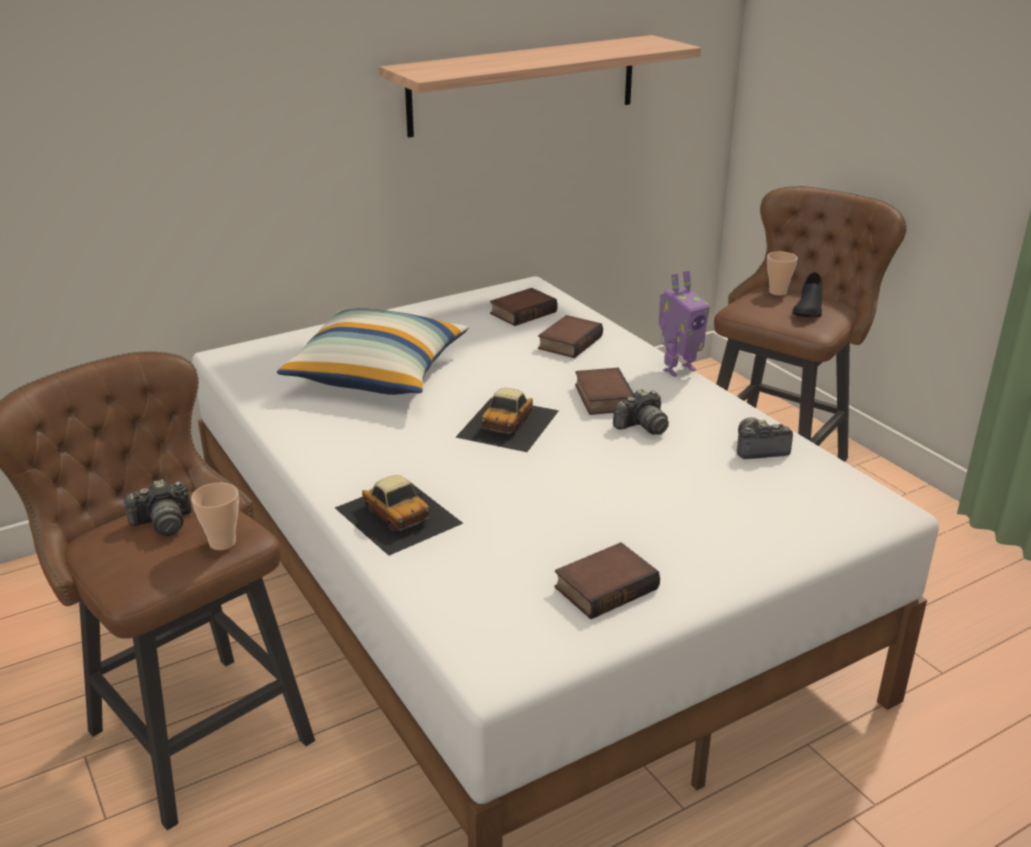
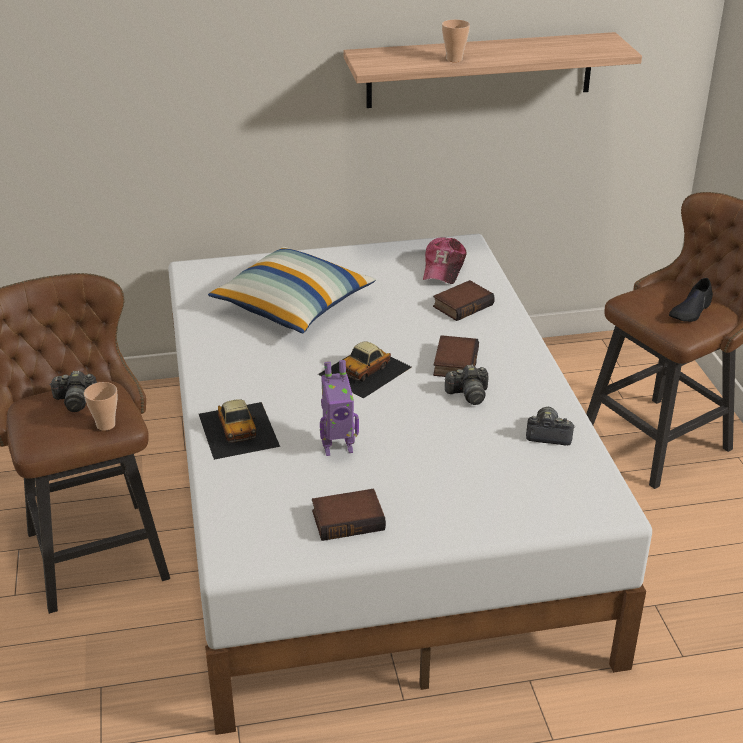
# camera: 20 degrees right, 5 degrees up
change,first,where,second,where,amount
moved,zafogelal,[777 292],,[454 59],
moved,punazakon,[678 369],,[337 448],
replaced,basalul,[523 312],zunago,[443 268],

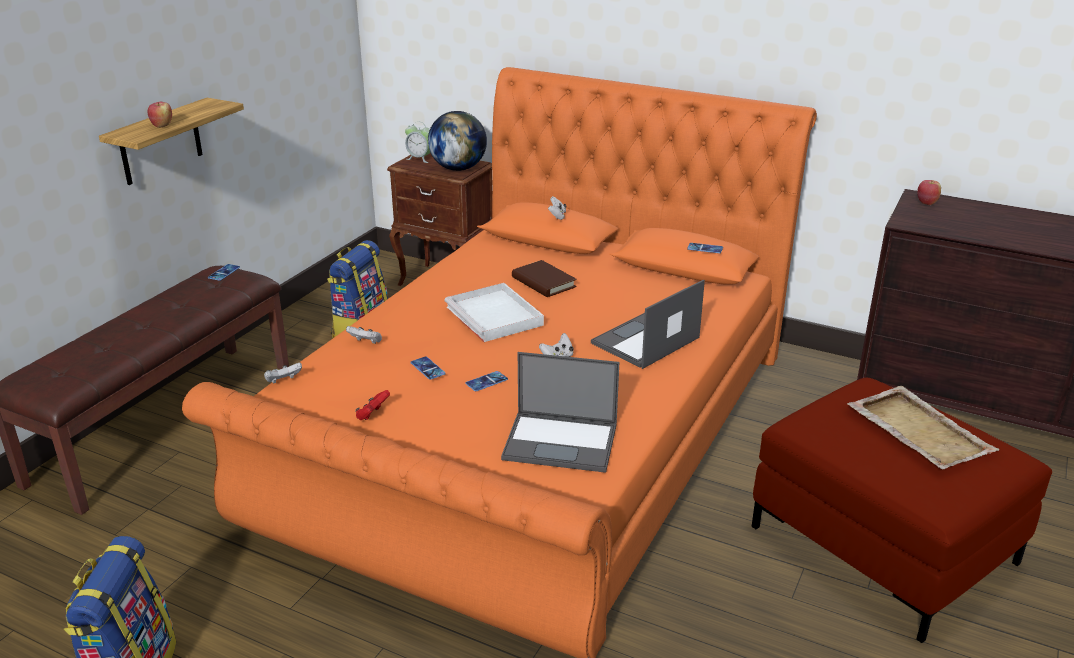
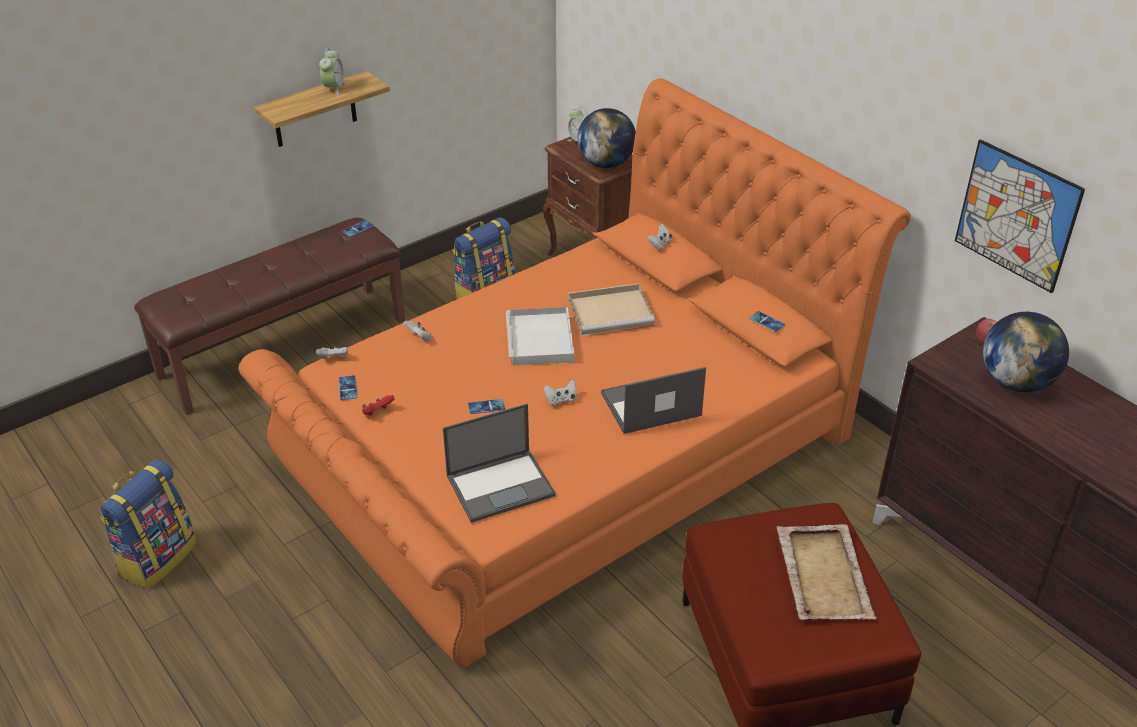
# camera: 25 degrees right, 10 degrees up
change,first,where,second,where,amount
removed,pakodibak,[162 126],,,
replaced,brown_basalul,[543 282],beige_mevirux,[612 312],
turned,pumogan,[562 442],,[501 485],60 degrees counterclockwise
moved,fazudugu,[427 368],,[348 388],
added,,,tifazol,[334 88],
added,,,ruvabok,[1016 215],
added,,,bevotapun,[1016 382],

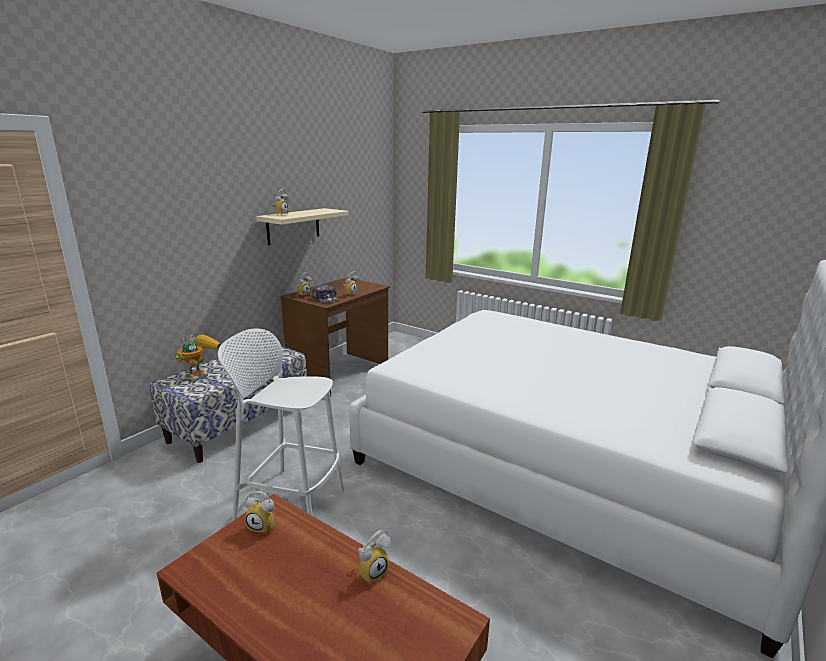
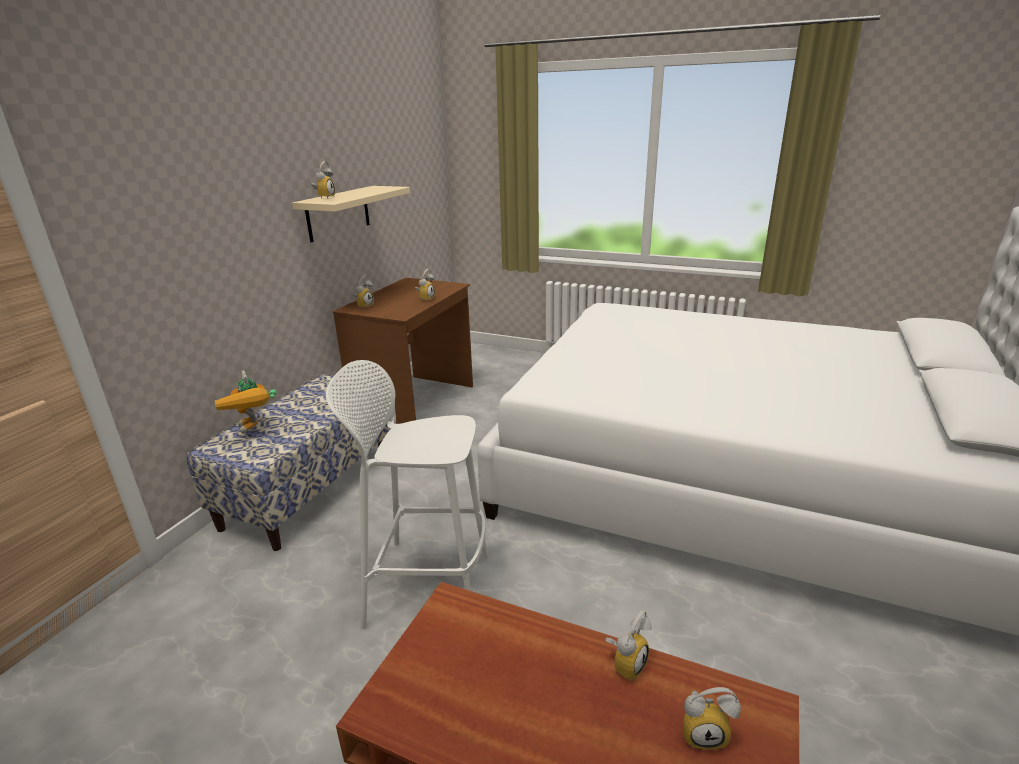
# camera: 10 degrees left, 5 degrees up
change,first,where,second,where,amount
removed,zunago,[325 299],,,
turned,punazakon,[201 373],,[255 430],135 degrees clockwise
moved,tifazol,[264 525],,[704 732],

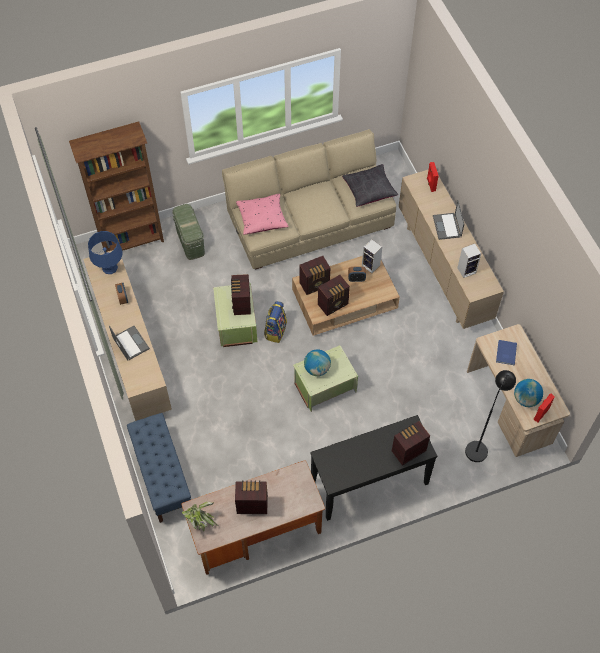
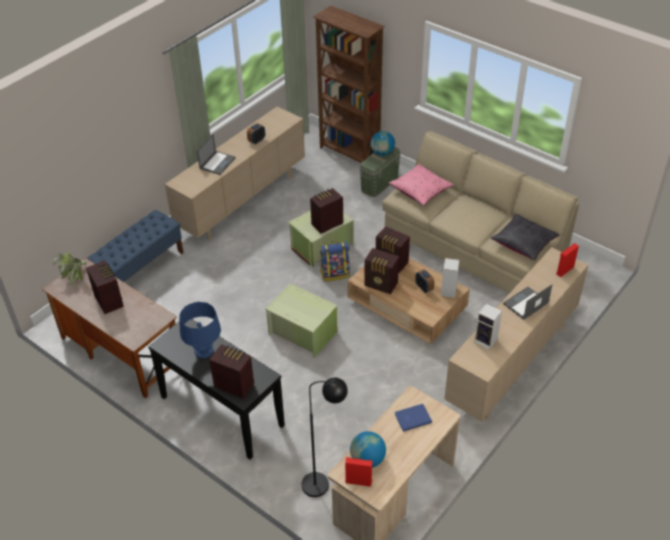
# camera: 60 degrees right, 15 degrees down
change,first,where,second,where,amount
moved,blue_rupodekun,[109 267],,[203 351],
moved,bevotapun,[317 369],,[382 153],

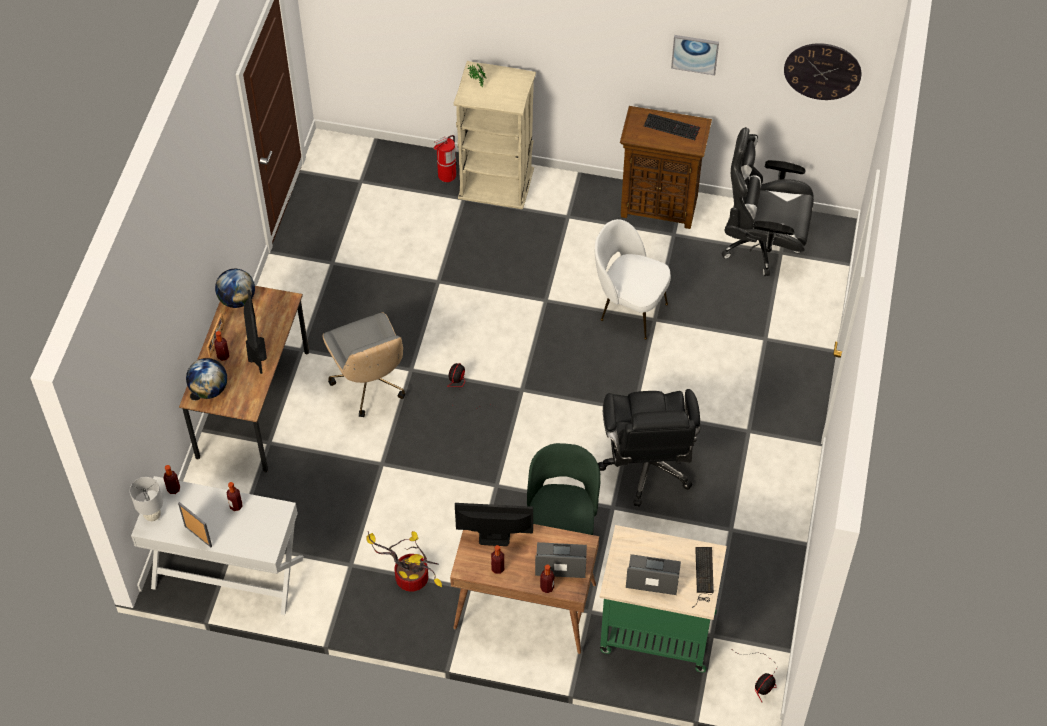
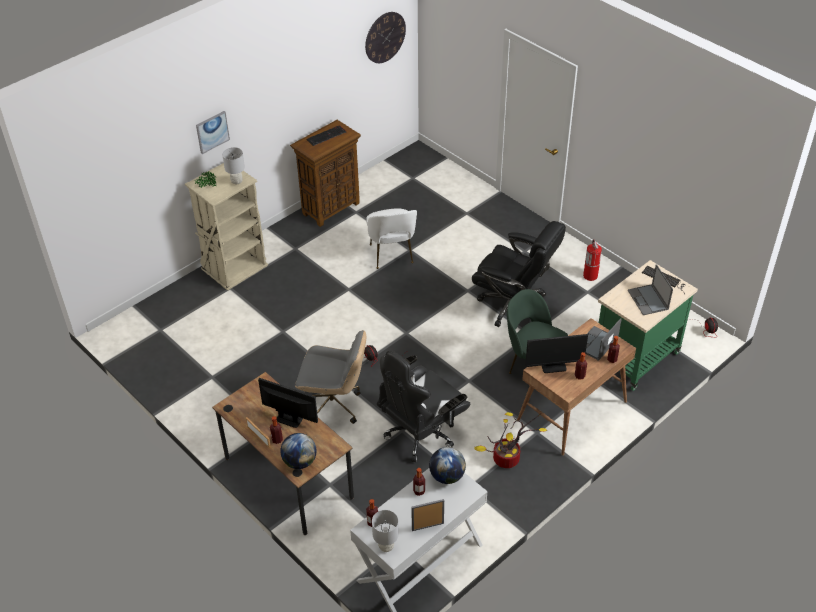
# camera: 55 degrees left, 10 degrees down
change,first,where,second,where,amount
moved,ruvabok,[695 54],,[212 132],
moved,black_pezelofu,[764 245],,[423 431],
moved,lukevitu,[447 175],,[590 276],
turned,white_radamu,[628 309],,[392 257],75 degrees counterclockwise
moved,bevotapun,[237 300],,[447 476],
turned,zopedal,[494 537],,[553 366],135 degrees counterclockwise
turned,pumogan,[652 575],,[648 300],60 degrees counterclockwise
added,,,grey_rupodekun,[237 182],

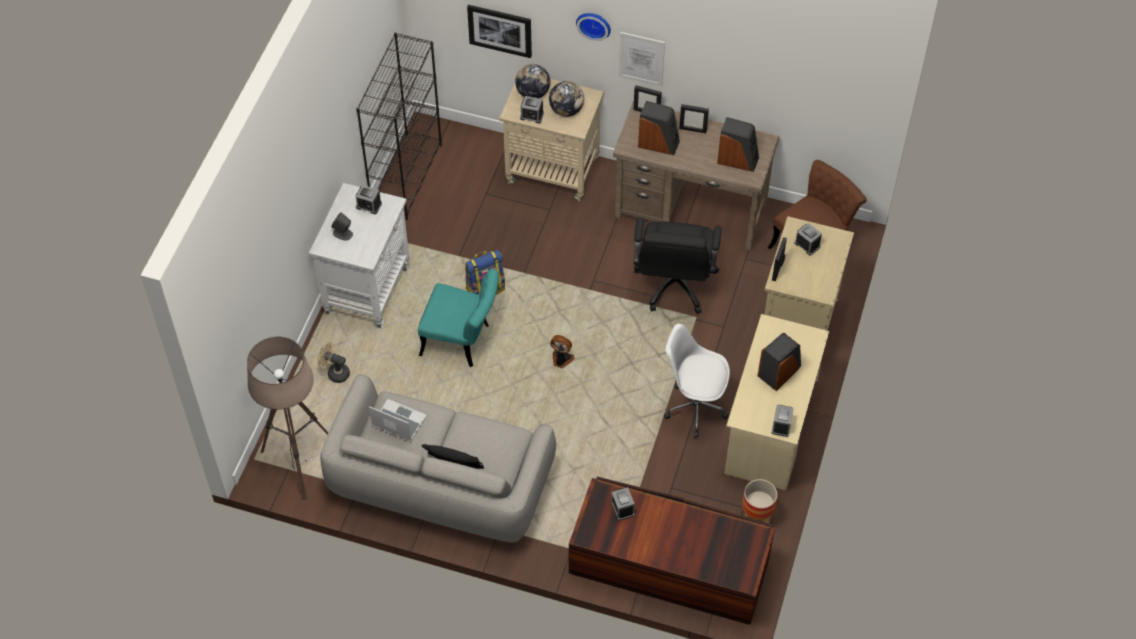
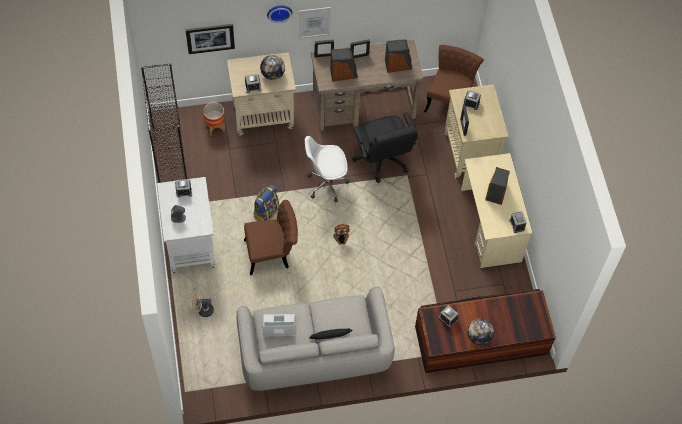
# camera: 30 degrees left, 5 degrees up
change,first,where,second,where,amount
moved,bevotapun,[533 93],,[479 337],
recoloured,turquoise_radamu,[462 341],brown_radamu,[272 253],
moved,white_pezelofu,[694 408],,[326 185],
removed,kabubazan,[299 462],,,
moved,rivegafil,[757 516],,[215 127],

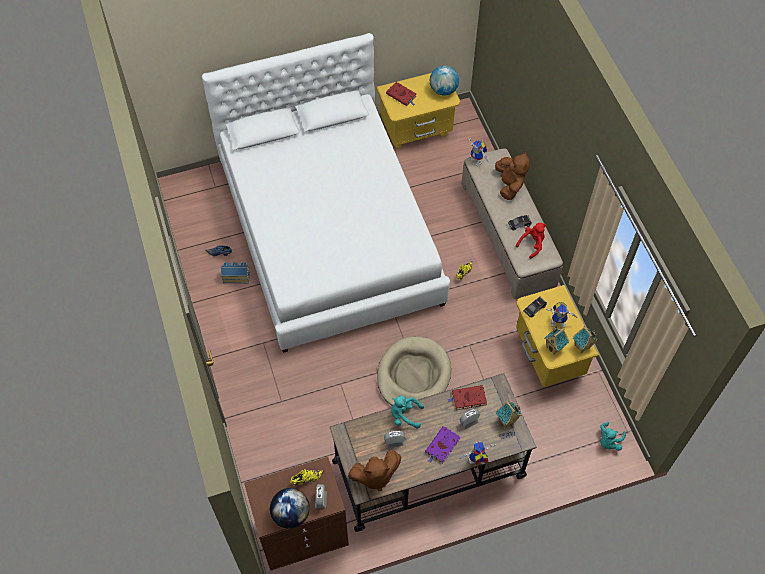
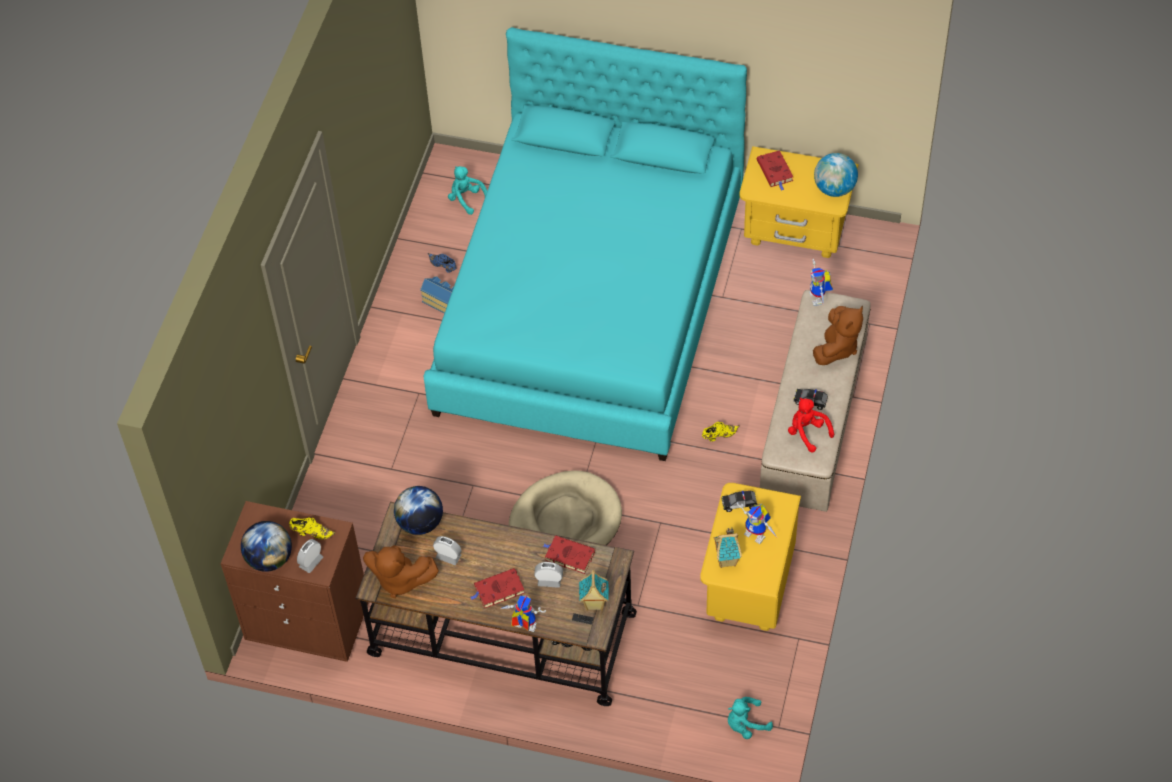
# camera: 35 degrees right, 5 degrees down
change,first,where,second,where,amount
recoloured,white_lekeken,[329 231],turquoise_lekeken,[591 304],
turned,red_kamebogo,[532 244],,[807 433],120 degrees counterclockwise
removed,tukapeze,[582 347],,,
moved,turquoise_kamebogo,[404 415],,[466 199],
recoloured,purple_basalul,[442 446],red_basalul,[498 590],
added,,,bevotapun,[420 523],

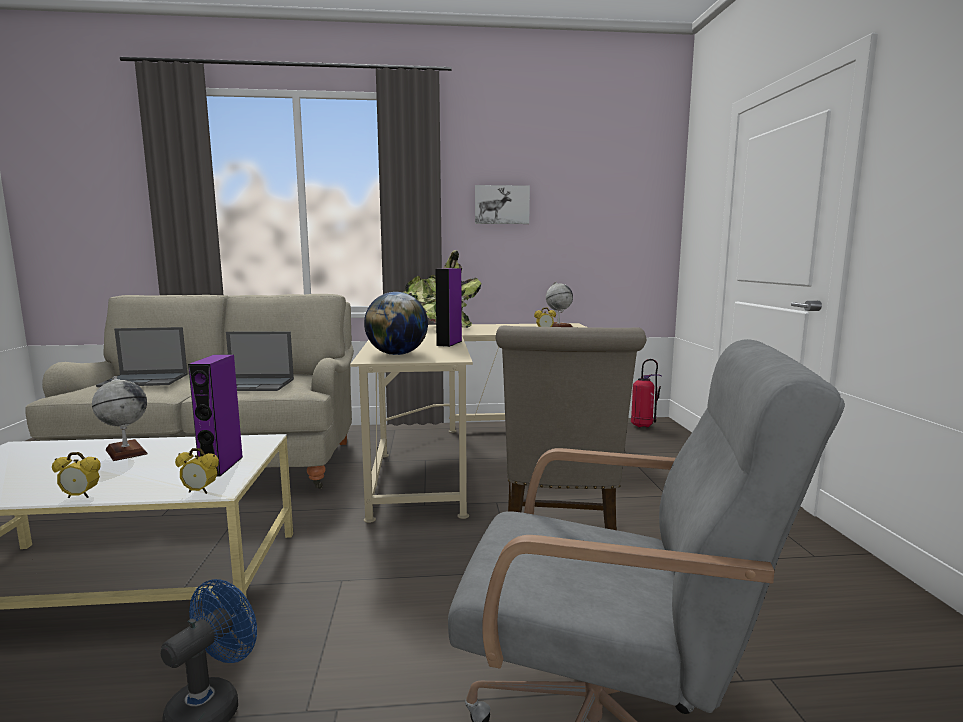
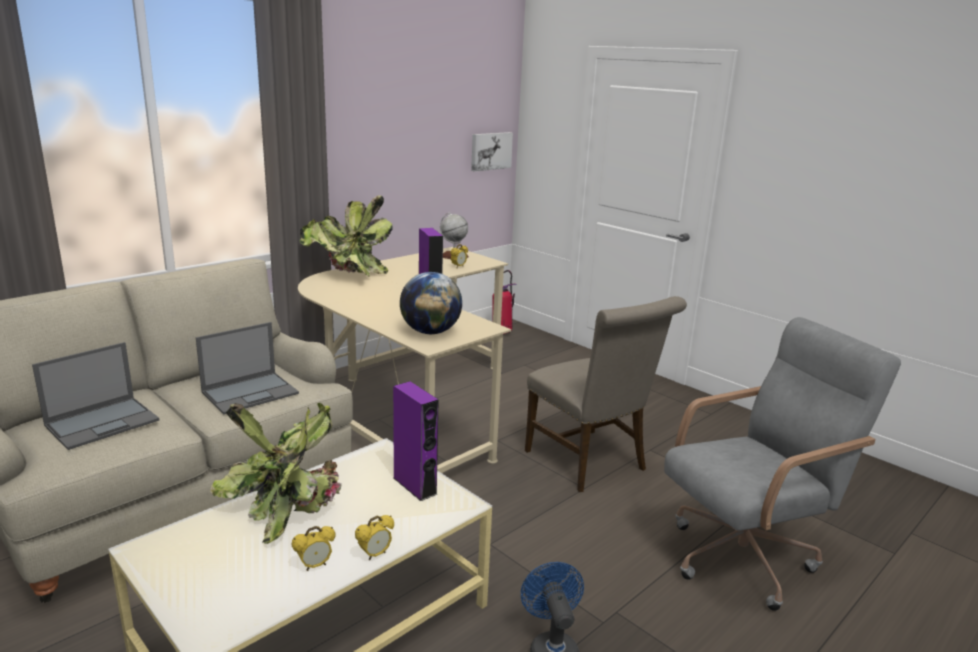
# camera: 40 degrees left, 10 degrees up
change,first,where,second,where,amount
moved,ruvabok,[501 205],,[490 151],
replaced,bevotapun,[126 452],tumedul,[289 507],
moved,tifazol,[200 491],,[315 565],

